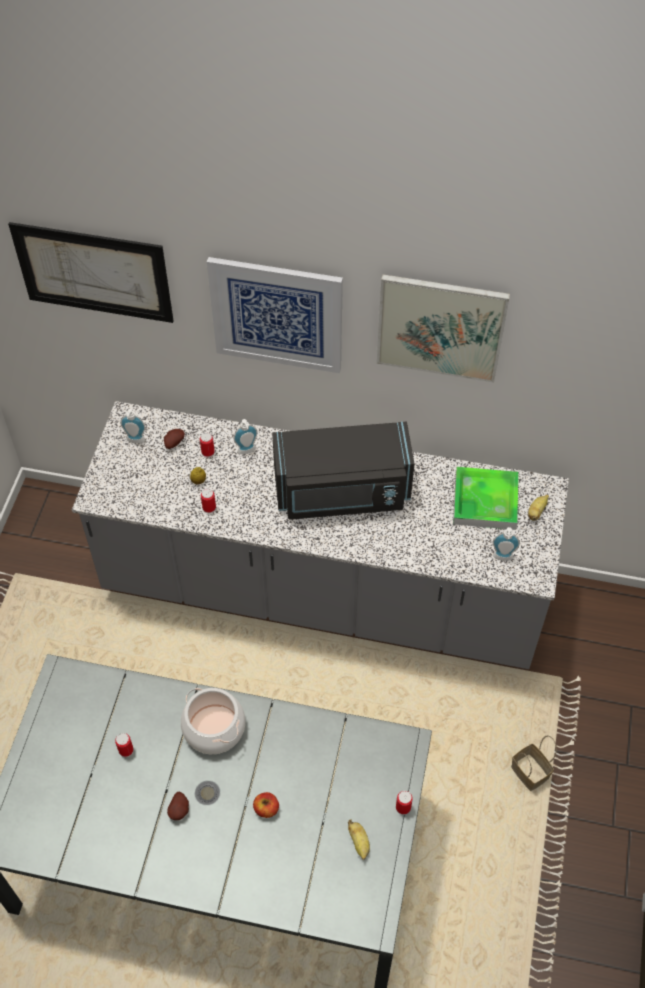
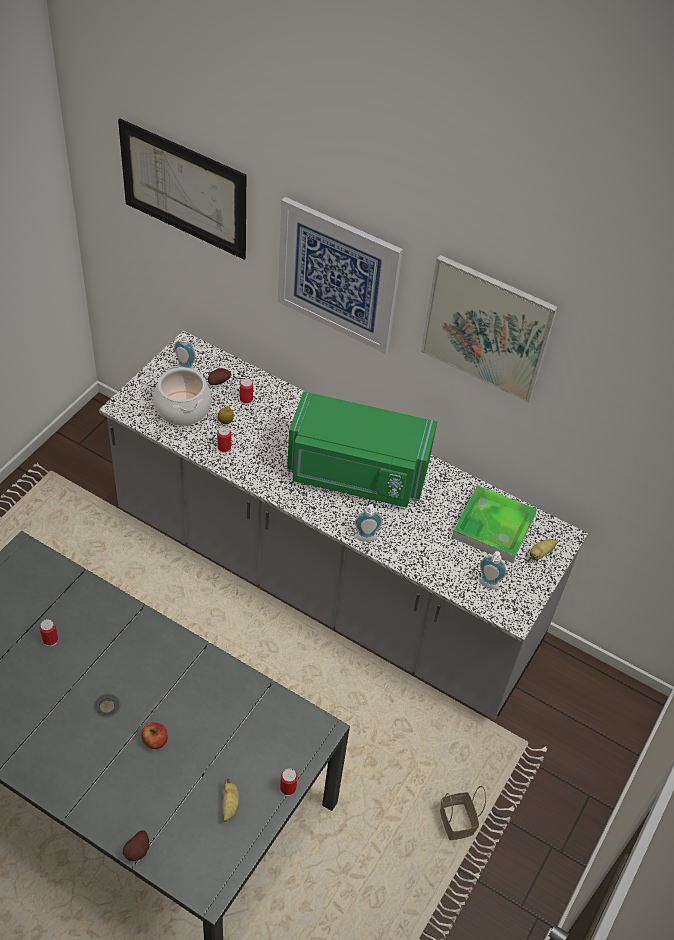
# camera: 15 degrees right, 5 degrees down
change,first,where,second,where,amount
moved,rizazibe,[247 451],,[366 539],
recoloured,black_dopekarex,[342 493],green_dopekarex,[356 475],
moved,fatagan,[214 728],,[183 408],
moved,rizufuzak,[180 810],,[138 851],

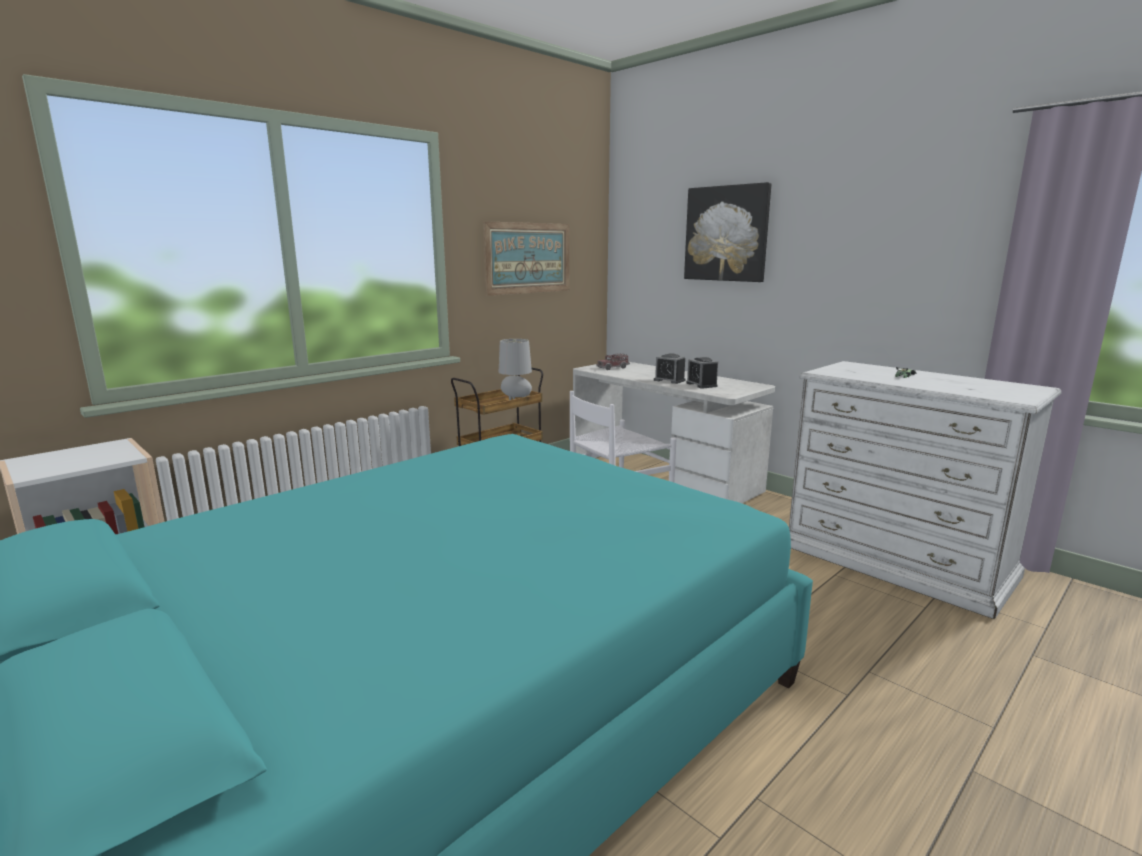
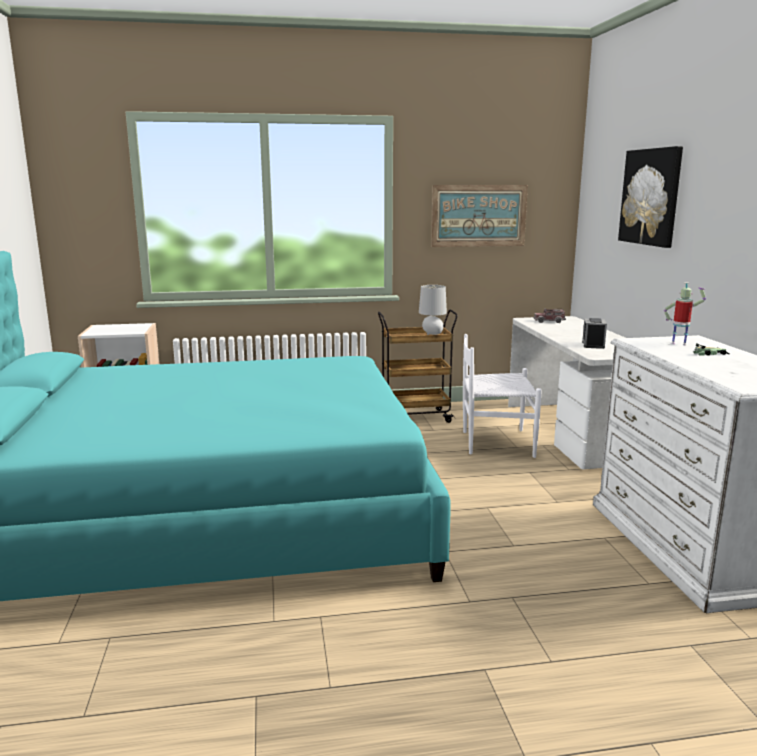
# camera: 35 degrees right, 0 degrees up
change,first,where,second,where,amount
removed,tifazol,[669 380],,,
added,,,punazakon,[679 344],

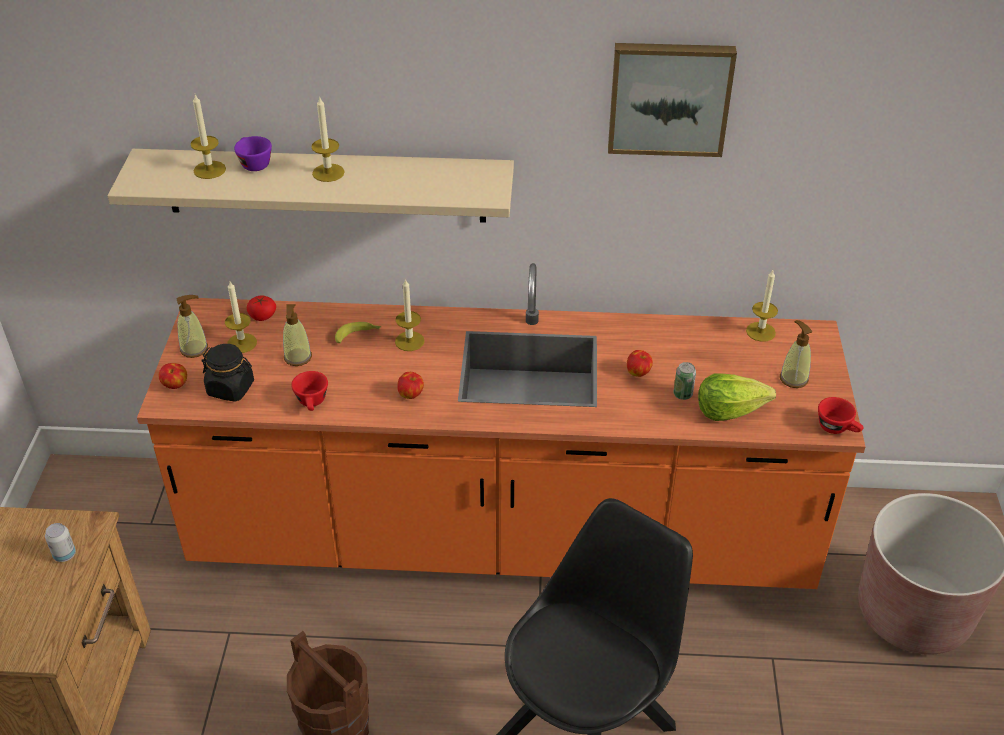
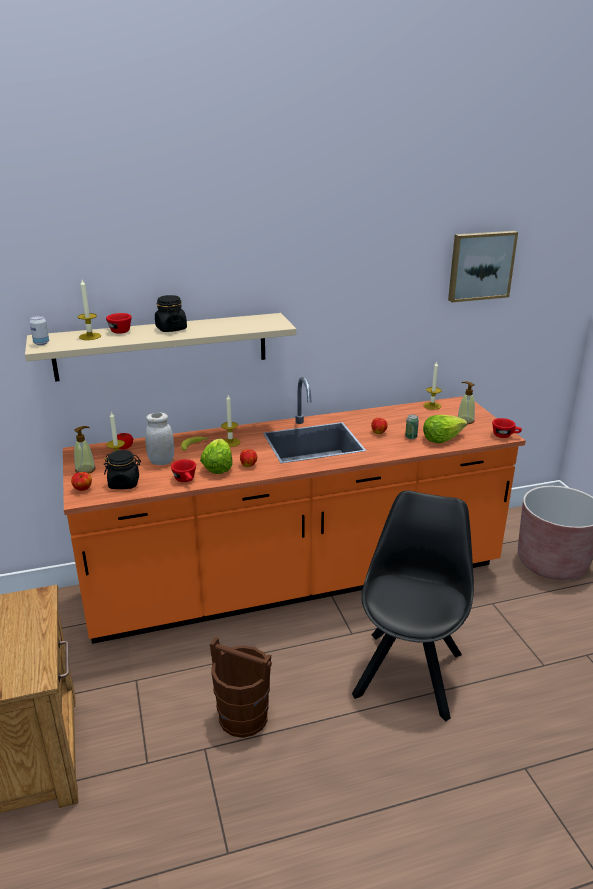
# camera: 20 degrees left, 15 degrees down
change,first,where,second,where,amount
moved,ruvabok,[669 97],,[480 265],
replaced,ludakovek,[328 173],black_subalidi,[171 329],
recoloured,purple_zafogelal,[253 163],red_zafogelal,[117 331],
replaced,rizazibe,[298 357],white_subalidi,[161 461],
moved,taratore,[64 555],,[41 343],
added,,,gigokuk,[217 466],

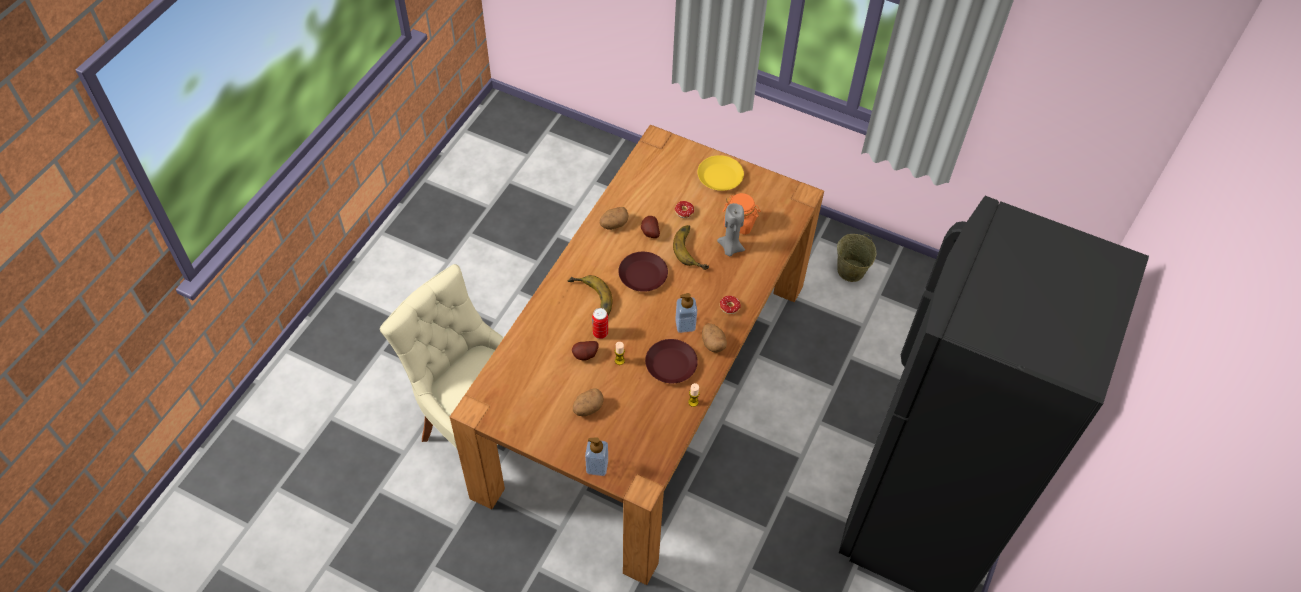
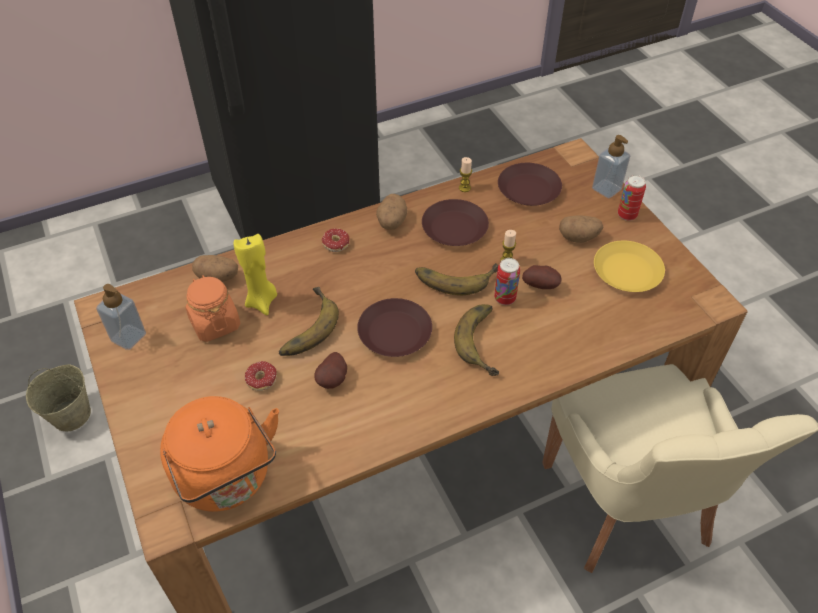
# camera: 140 degrees left, 5 degrees down
change,first,where,second,where,amount
moved,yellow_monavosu,[720 177],,[626 271],
recoloured,grey_ludakovek,[730 248],yellow_ludakovek,[262 301],
moved,rizufuzak,[613 224],,[218 278],
moved,rizazibe,[685 325],,[128 337],
added,,,brown_monavosu,[528 190],
added,,,taratore,[627 215],
added,,,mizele,[455 276],
added,,,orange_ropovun,[227 479],

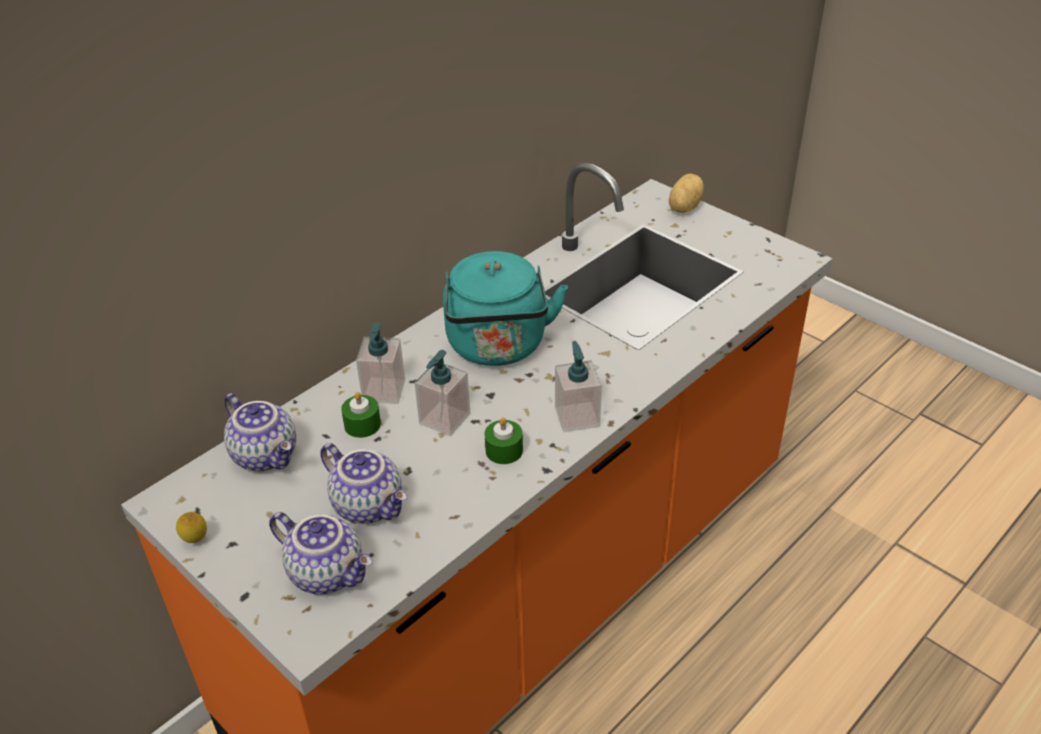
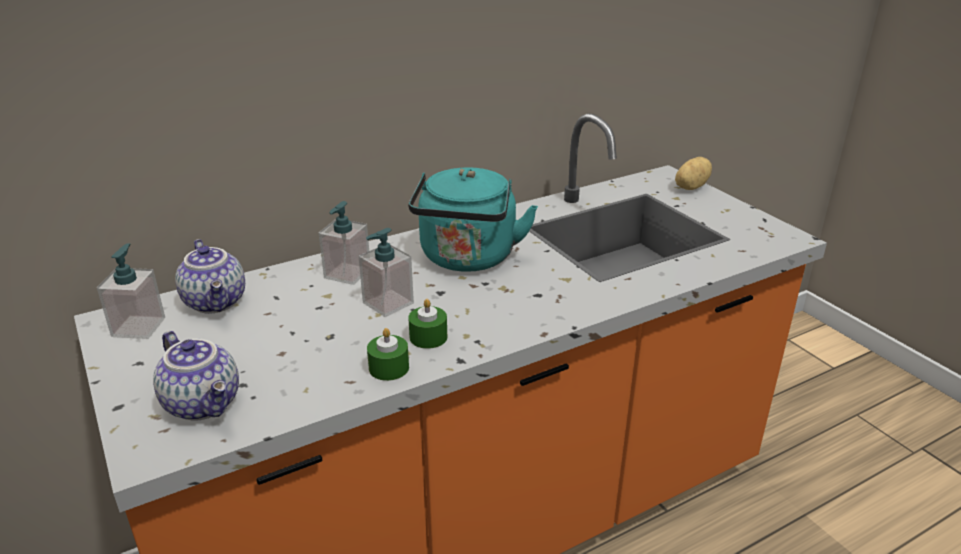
# camera: 15 degrees right, 10 degrees down
change,first,where,second,where,amount
moved,rizazibe,[577 416],,[139 327],
moved,green_ludakovek,[362 424],,[389 368],
removed,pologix,[370 505],,,
removed,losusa,[196 540],,,

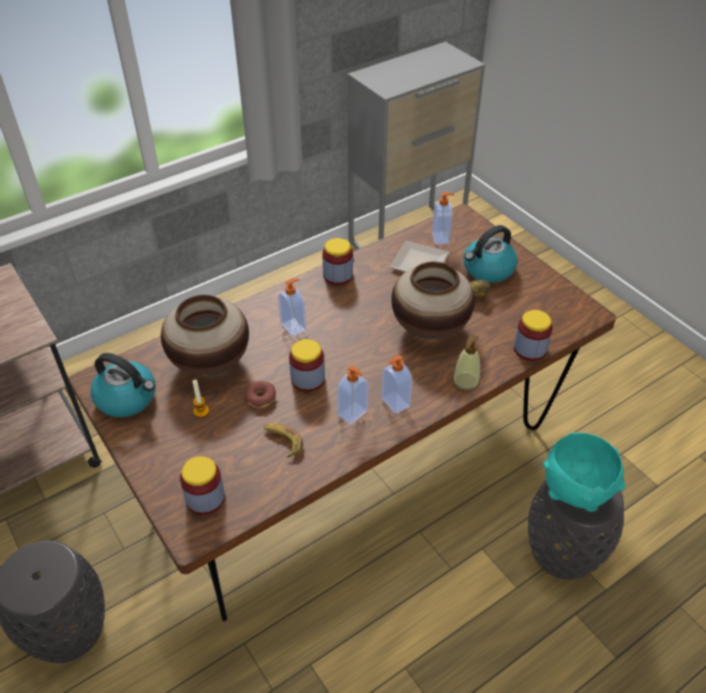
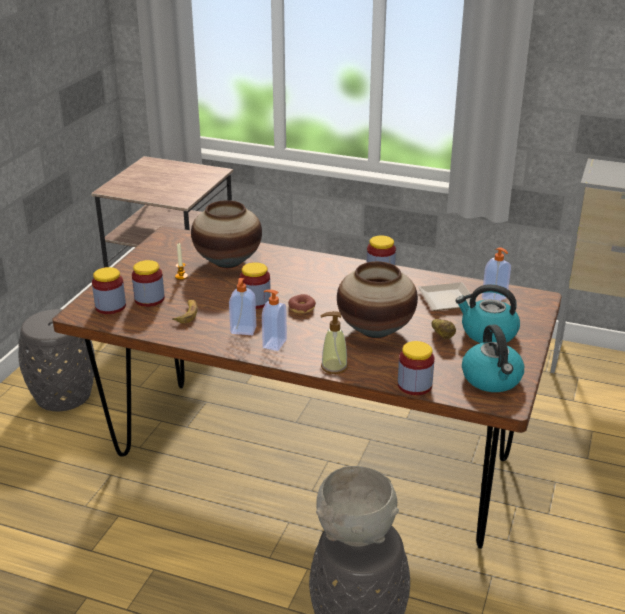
# camera: 55 degrees right, 15 degrees down
change,first,where,second,where,amount
removed,rizazibe,[294 326],,,
moved,ropovun,[127 398],,[492 379],
moved,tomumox,[260 397],,[302 308],
recoloured,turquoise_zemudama,[575 492],grey_zemudama,[355 535],
added,,,subalidi,[149 299],

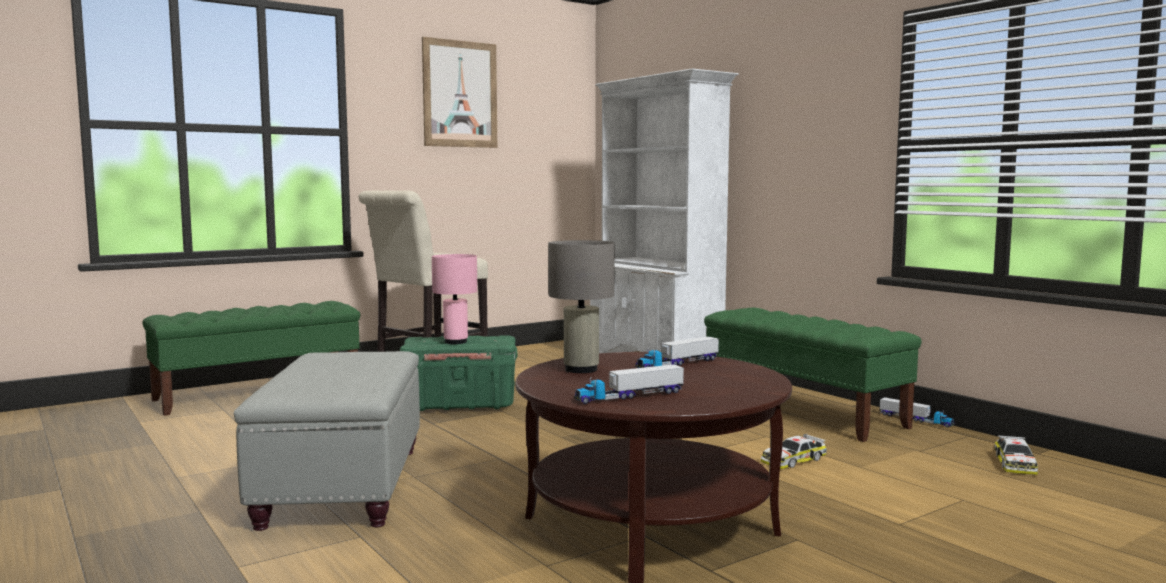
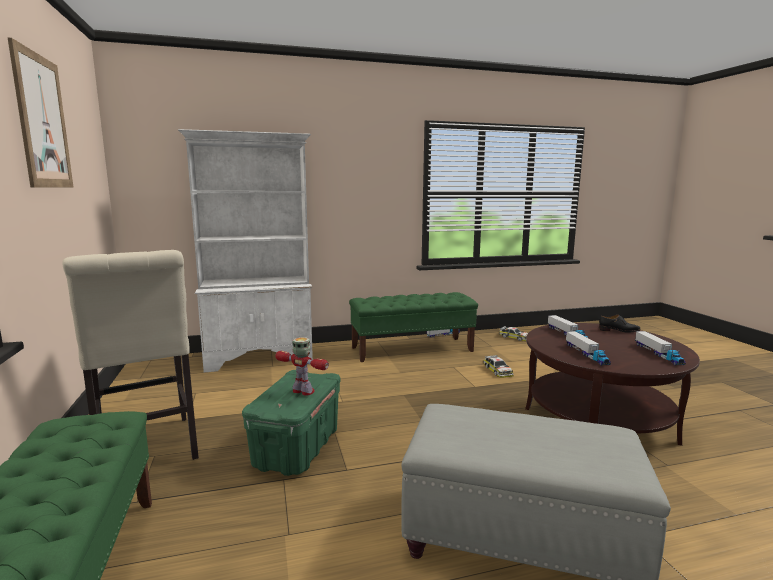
# camera: 70 degrees left, 5 degrees up
change,first,where,second,where,amount
replaced,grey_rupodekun,[582 369],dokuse,[586 354],
replaced,pink_rupodekun,[455 342],punazakon,[303 391],
added,,,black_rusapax,[619 330],

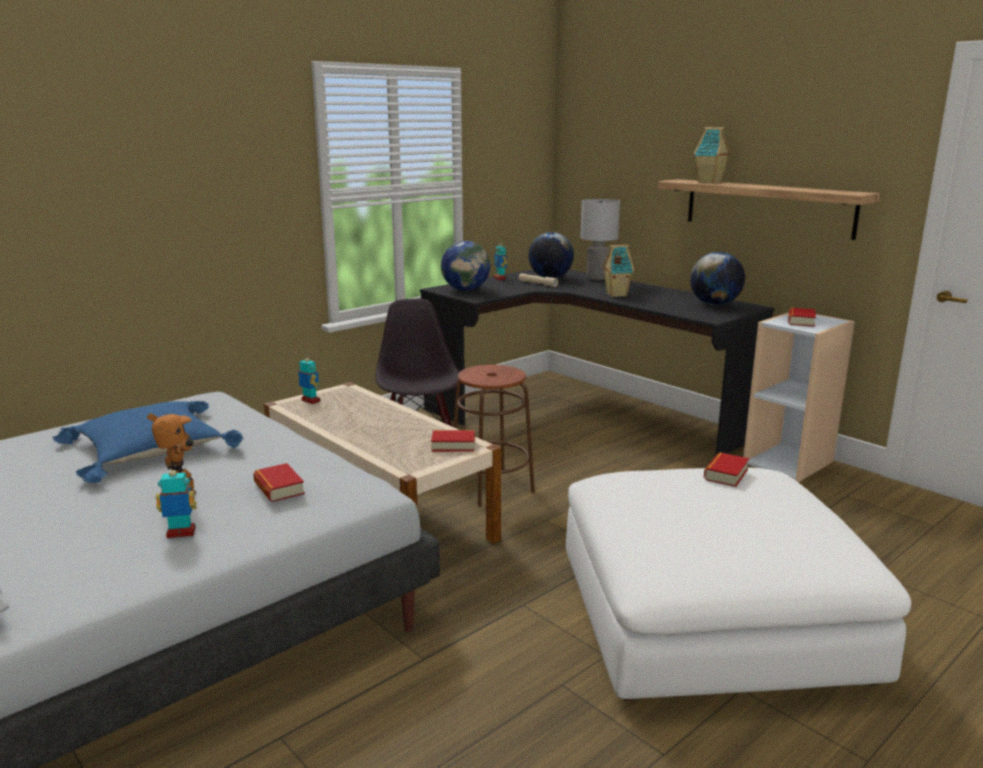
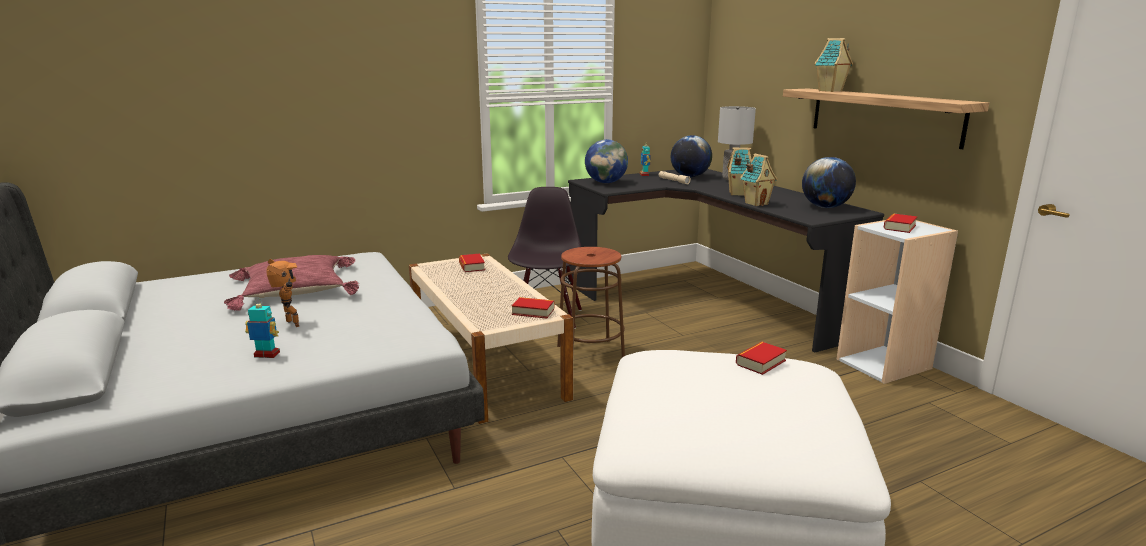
# camera: 15 degrees right, 0 degrees up
change,first,where,second,where,amount
removed,punazakon,[310 401],,,
recoloured,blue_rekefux,[151 446],red_rekefux,[296 288],
moved,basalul,[279 488],,[471 266],
added,,,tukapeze,[756 203],

